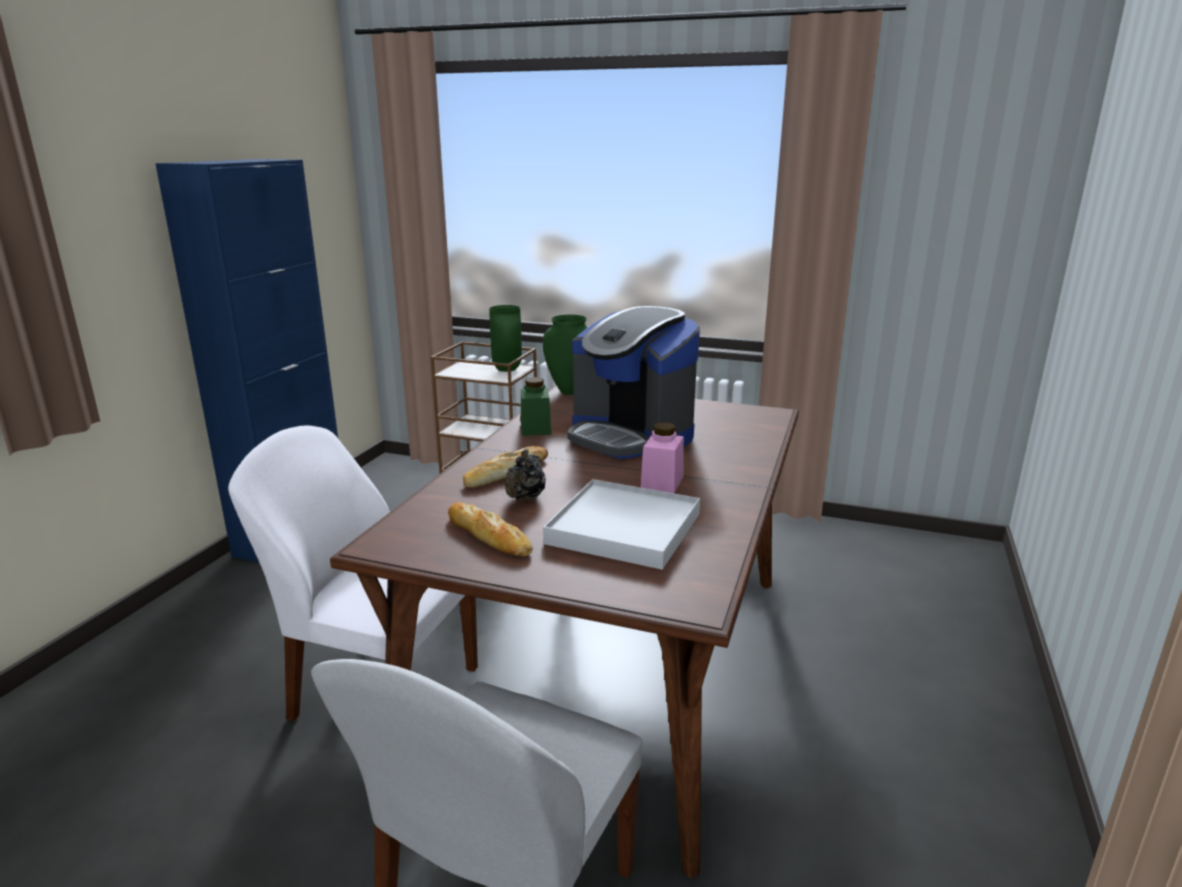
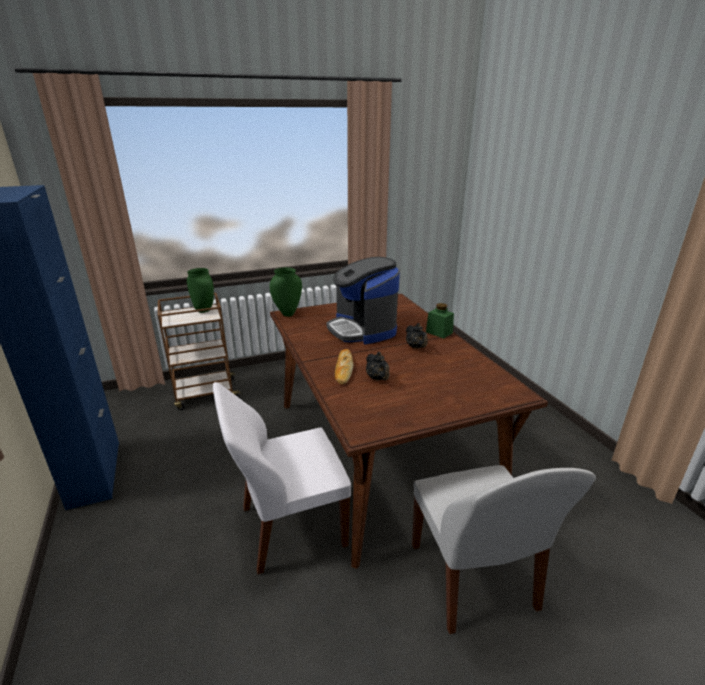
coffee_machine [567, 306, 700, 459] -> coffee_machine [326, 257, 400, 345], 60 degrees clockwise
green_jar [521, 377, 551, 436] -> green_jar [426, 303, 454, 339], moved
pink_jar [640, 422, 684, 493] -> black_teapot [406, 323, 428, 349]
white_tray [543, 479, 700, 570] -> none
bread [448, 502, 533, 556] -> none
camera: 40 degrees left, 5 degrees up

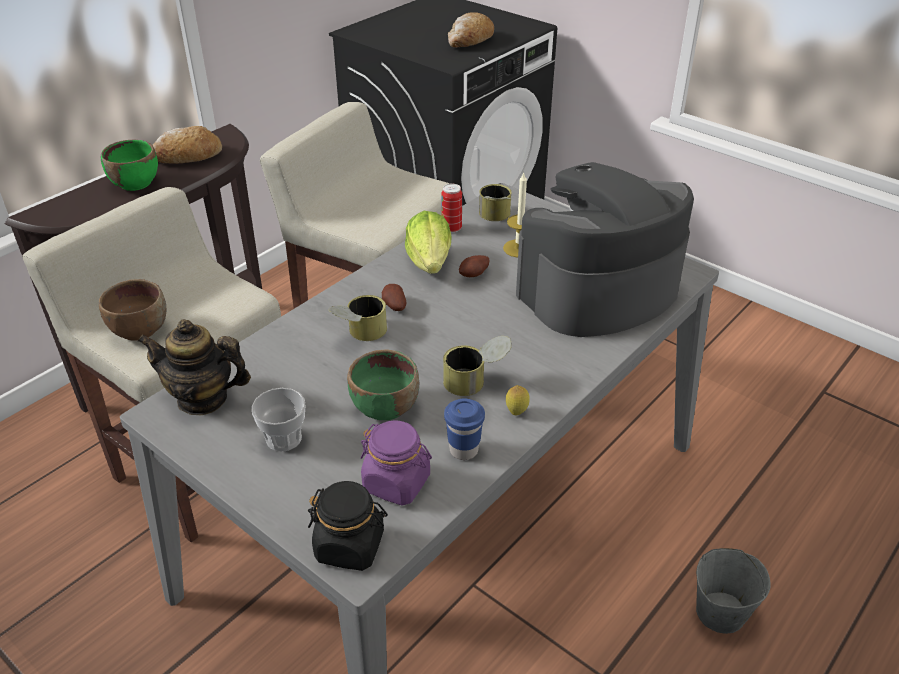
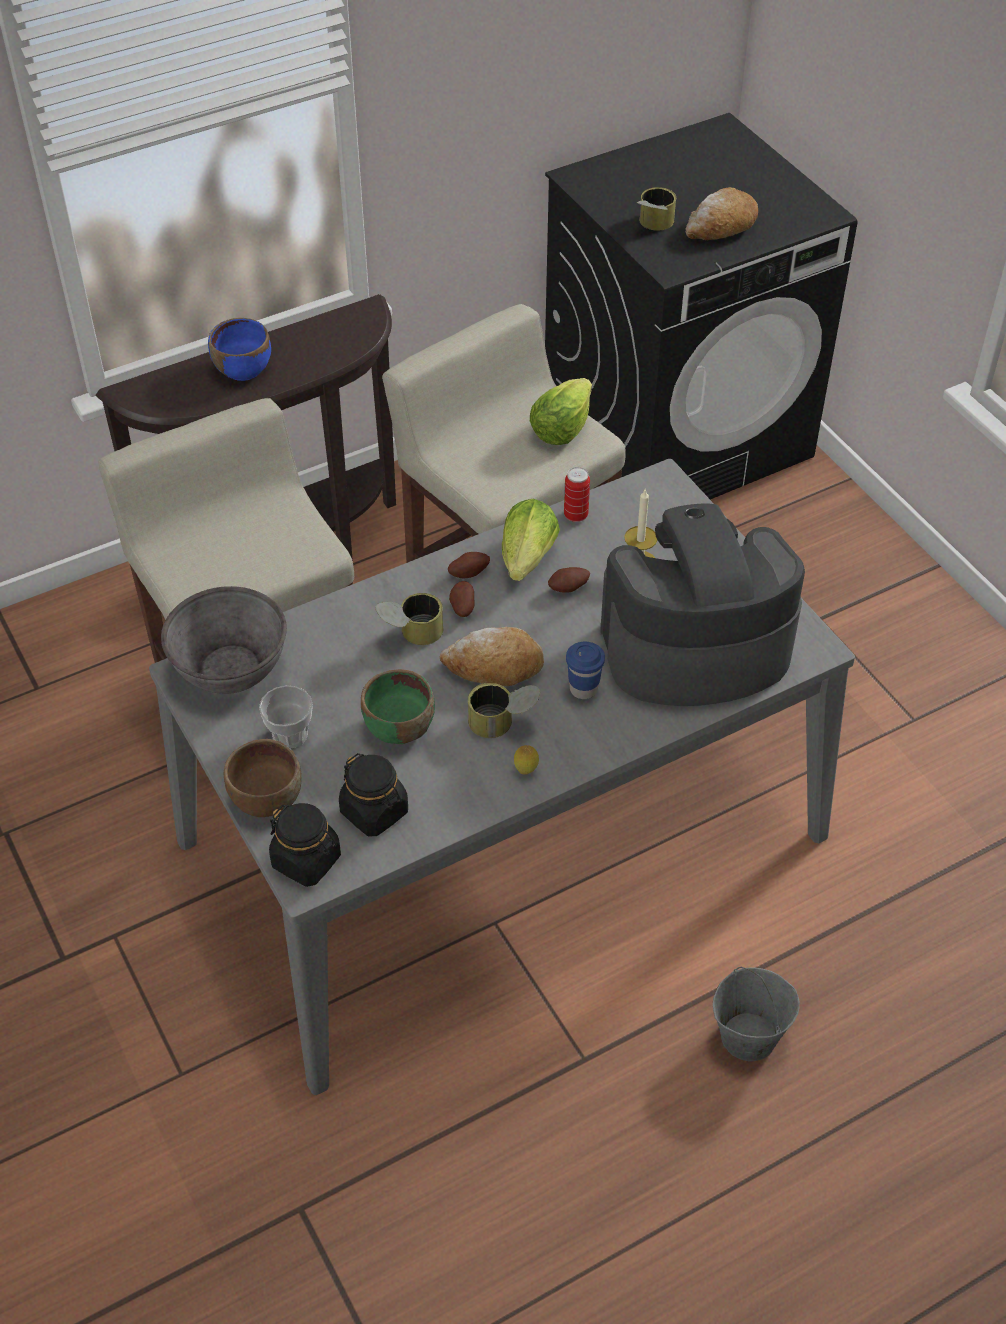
bread [153, 126, 222, 164] -> bread [439, 627, 544, 686], moved
green_bowl [101, 140, 158, 191] -> blue_bowl [208, 318, 271, 381]
can [479, 184, 512, 221] -> can [637, 187, 676, 231], moved
brown_bowl [99, 279, 166, 341] -> brown_bowl [224, 739, 302, 817], moved
teapot [137, 319, 251, 415] -> grey_bowl [161, 586, 287, 694]
blue_cup [444, 398, 485, 460] -> blue_cup [566, 642, 605, 699], moved
purple_jar [360, 421, 432, 506] -> black_jar [339, 753, 408, 836]
none -> lettuce [530, 378, 592, 445]
none -> potato [448, 552, 490, 579]
camera: 20 degrees right, 10 degrees up

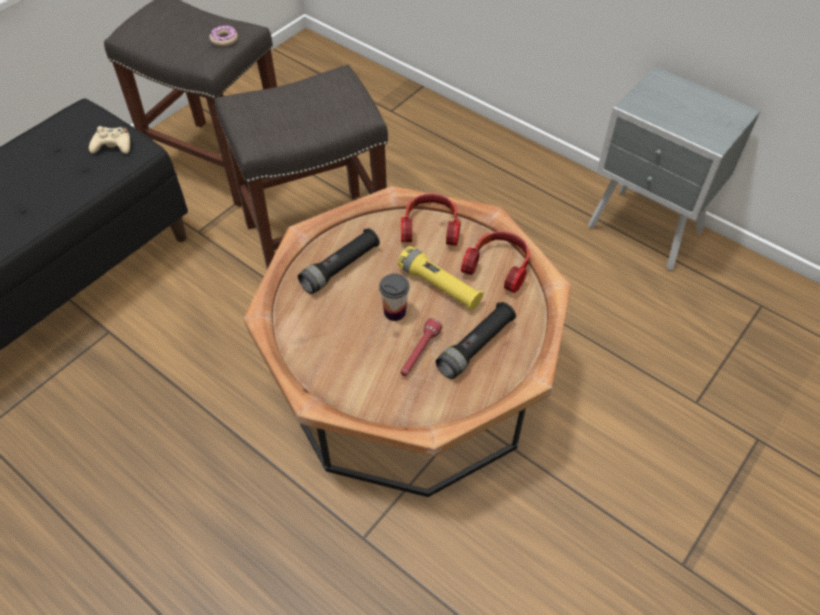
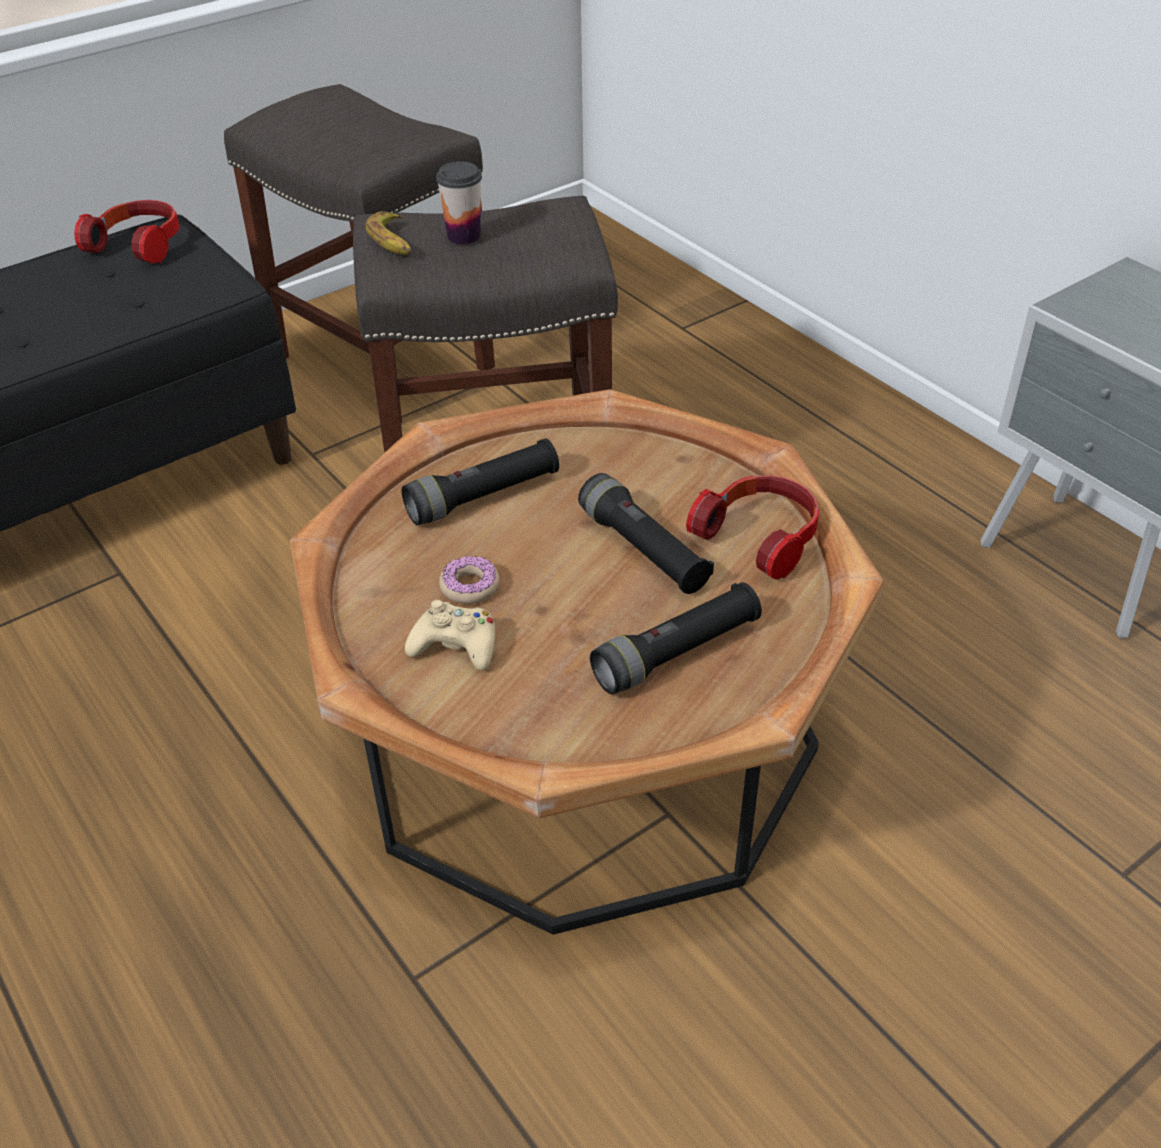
donut [210, 25, 238, 47] -> donut [439, 556, 499, 604], moved
beige_game_controller [89, 126, 130, 154] -> beige_game_controller [405, 600, 495, 670], moved
headphones [401, 193, 461, 246] -> headphones [74, 200, 179, 264], moved
yellow_flashlight [398, 246, 484, 311] -> black_flashlight [578, 473, 714, 594]
cup [379, 273, 409, 321] -> cup [436, 161, 482, 245], moved
red_flashlight [400, 318, 442, 376] -> none
none -> banana [366, 211, 412, 255]
camera: 15 degrees right, 10 degrees down

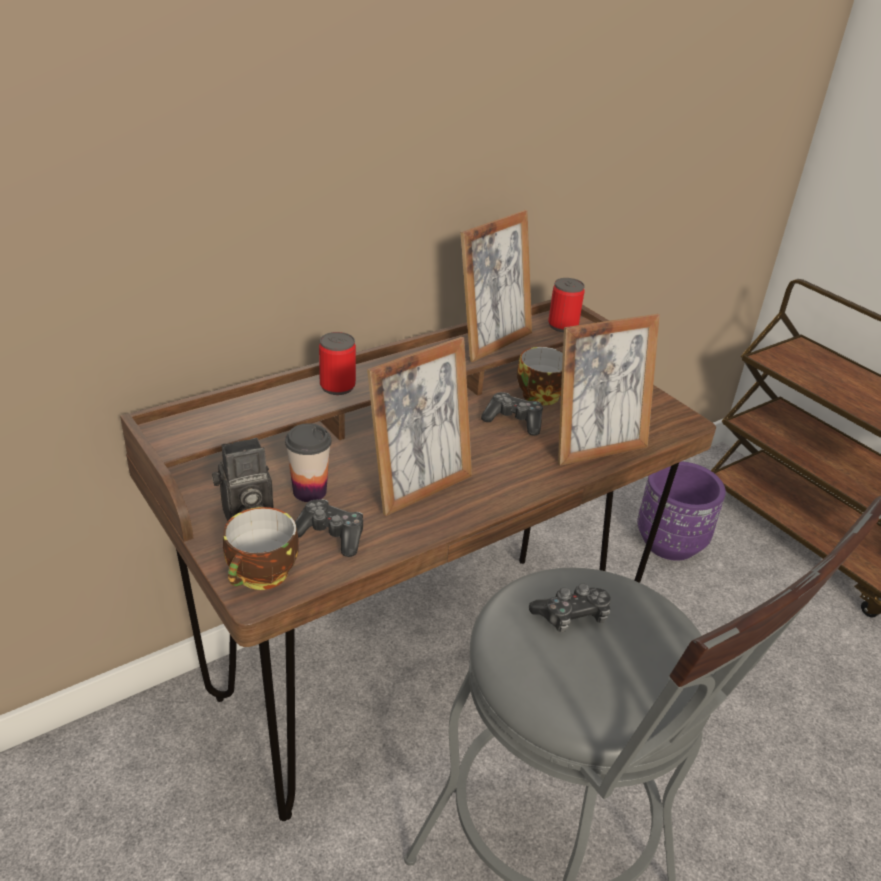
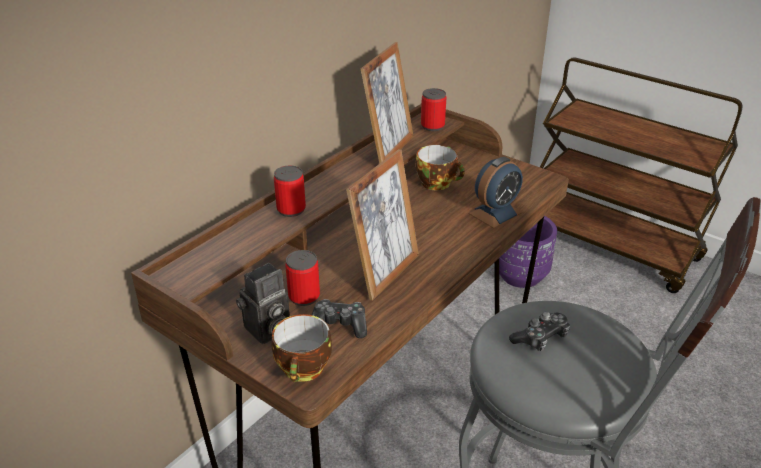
picture_frame [558, 314, 660, 466] -> alarm_clock [468, 157, 523, 228]
game_controller [481, 392, 543, 436] -> none
cup [285, 423, 332, 502] -> can [285, 250, 320, 306]
camera: 15 degrees left, 0 degrees up

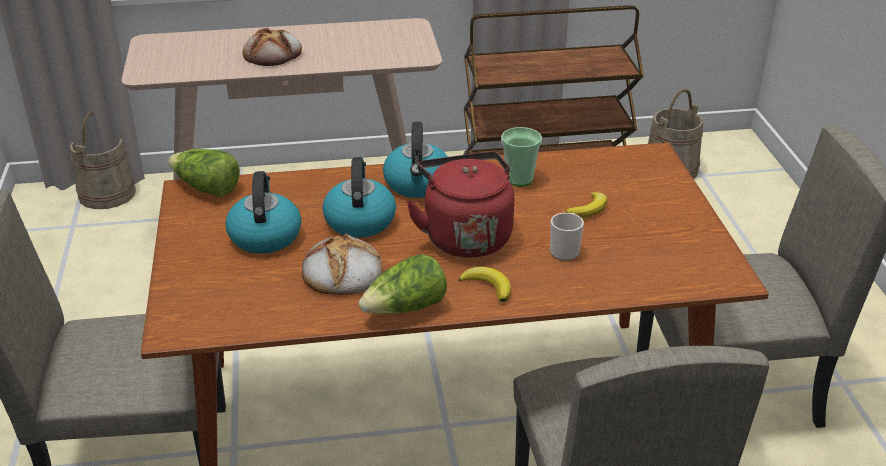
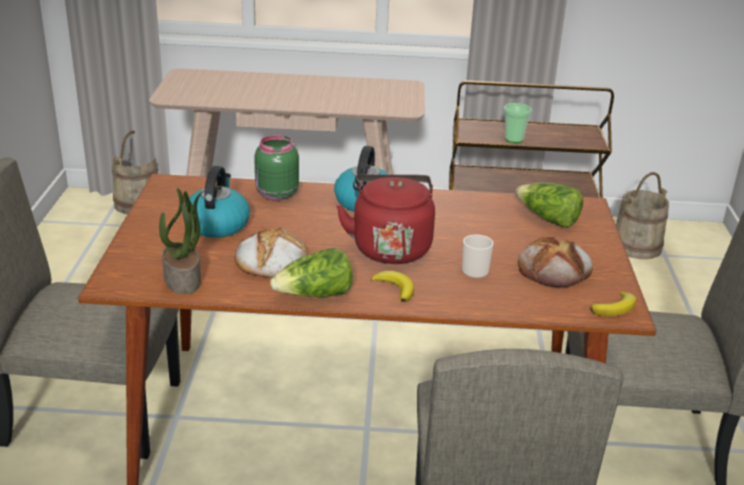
bread [243, 28, 302, 66] -> bread [518, 237, 593, 288], moved
cup [501, 127, 542, 187] -> cup [504, 103, 532, 143], moved
lettuce [168, 149, 240, 197] -> lettuce [516, 183, 583, 228], moved
kettle [322, 157, 396, 238] -> none
banana [565, 192, 607, 218] -> banana [591, 292, 636, 316], moved
none -> green_jar [254, 135, 299, 201]
none -> potted_plant [159, 188, 205, 294]
camera: 10 degrees right, 5 degrees down

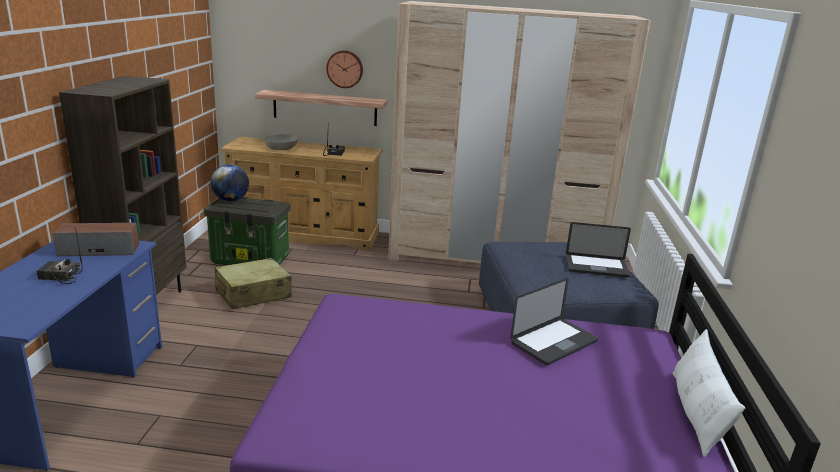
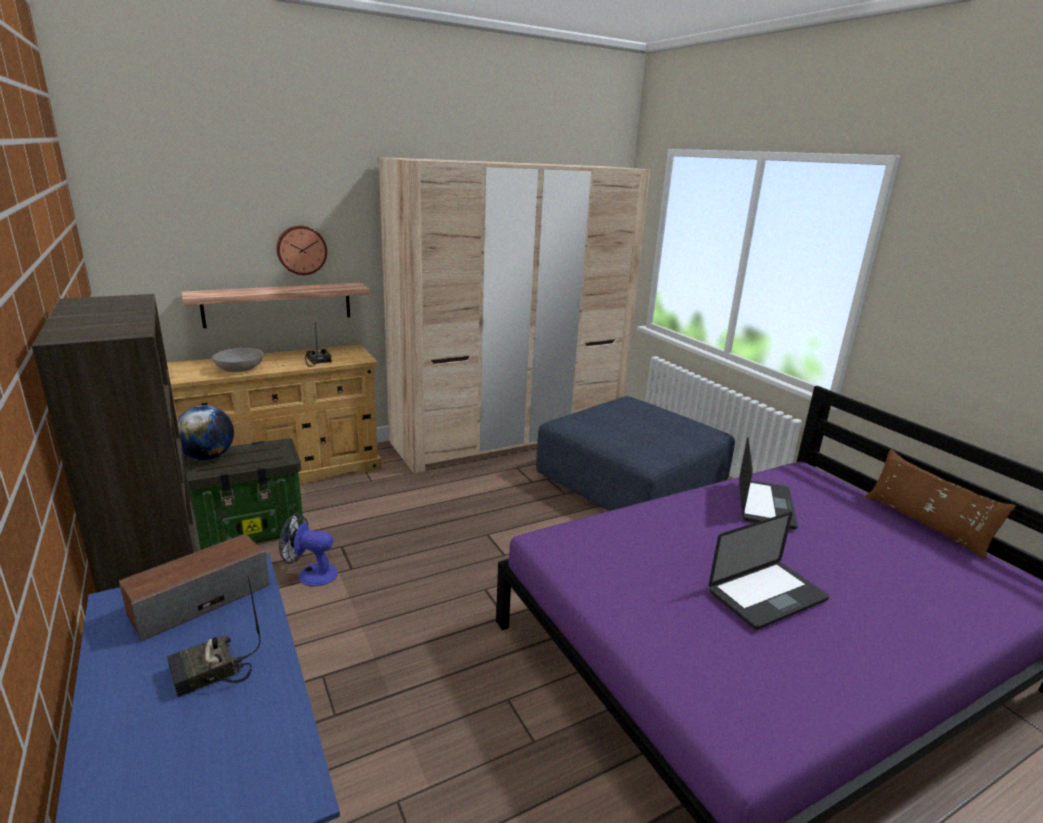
laptop [566, 222, 631, 278] -> laptop [709, 512, 829, 630], moved
beige_suitcase [214, 258, 292, 310] -> fan [279, 513, 338, 586]
white_pillow [672, 329, 746, 457] -> brown_pillow [865, 449, 1016, 560]
camera: 35 degrees left, 0 degrees up

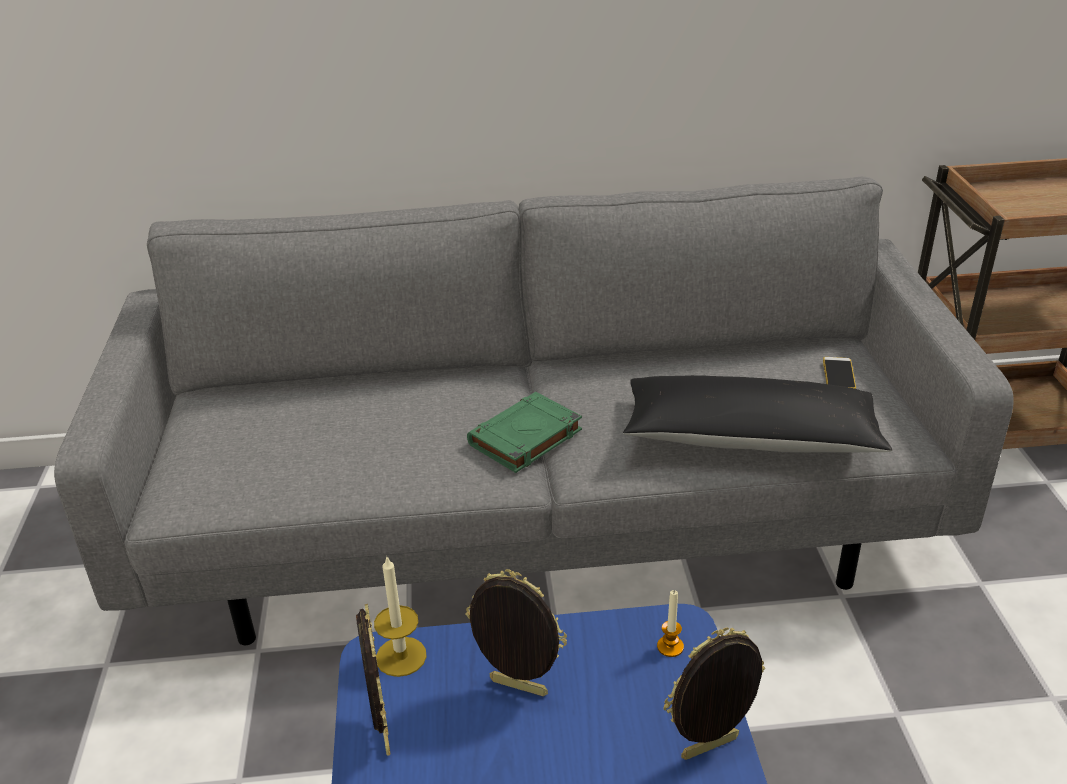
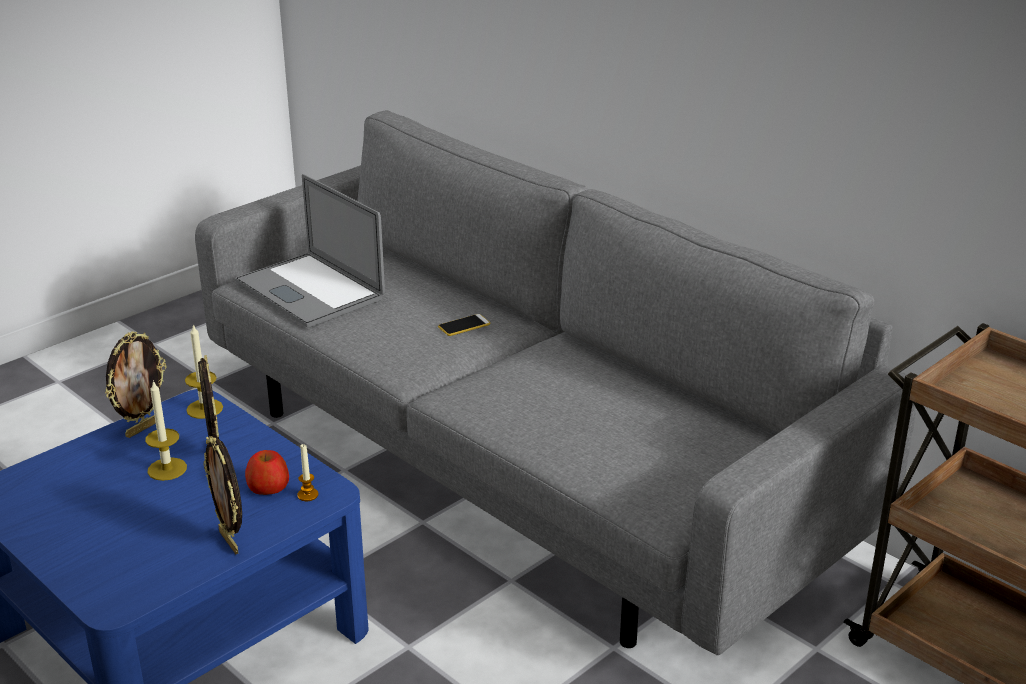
phone [823, 357, 856, 389] -> phone [438, 314, 490, 336], moved
black_pillow [623, 375, 892, 453] -> none
green_book [467, 392, 582, 473] -> none
picture_frame [664, 627, 765, 760] -> picture_frame [203, 436, 242, 554], 150 degrees counterclockwise
none -> laptop [235, 174, 385, 328]
none -> candle [145, 380, 187, 481]
none -> apple [245, 450, 289, 495]
camera: 50 degrees right, 5 degrees down

